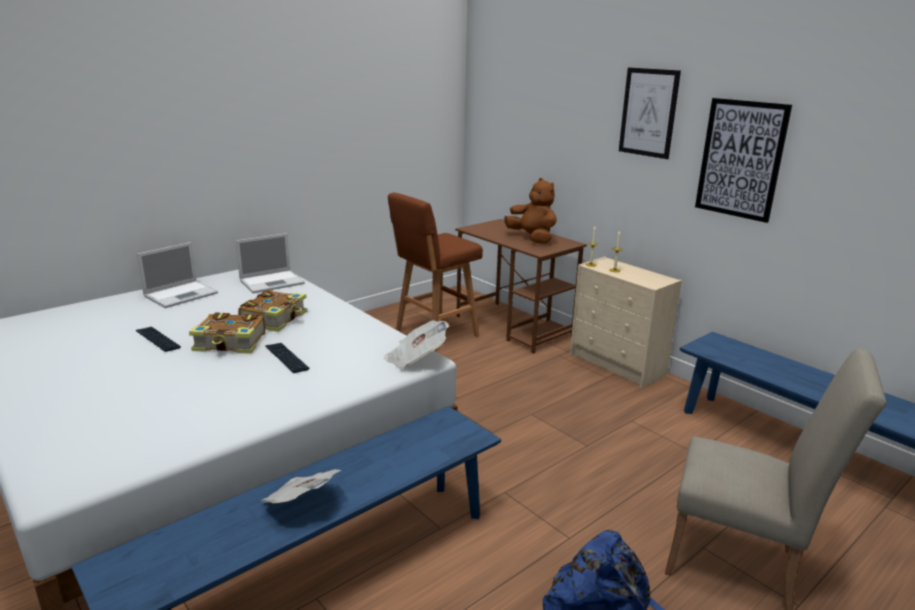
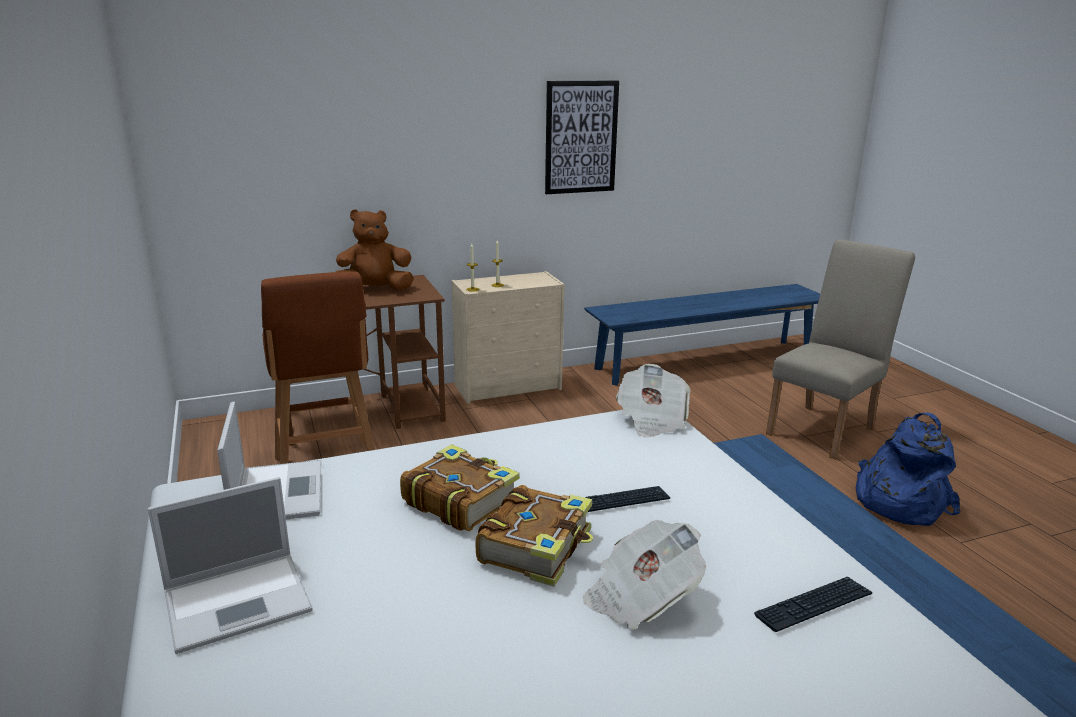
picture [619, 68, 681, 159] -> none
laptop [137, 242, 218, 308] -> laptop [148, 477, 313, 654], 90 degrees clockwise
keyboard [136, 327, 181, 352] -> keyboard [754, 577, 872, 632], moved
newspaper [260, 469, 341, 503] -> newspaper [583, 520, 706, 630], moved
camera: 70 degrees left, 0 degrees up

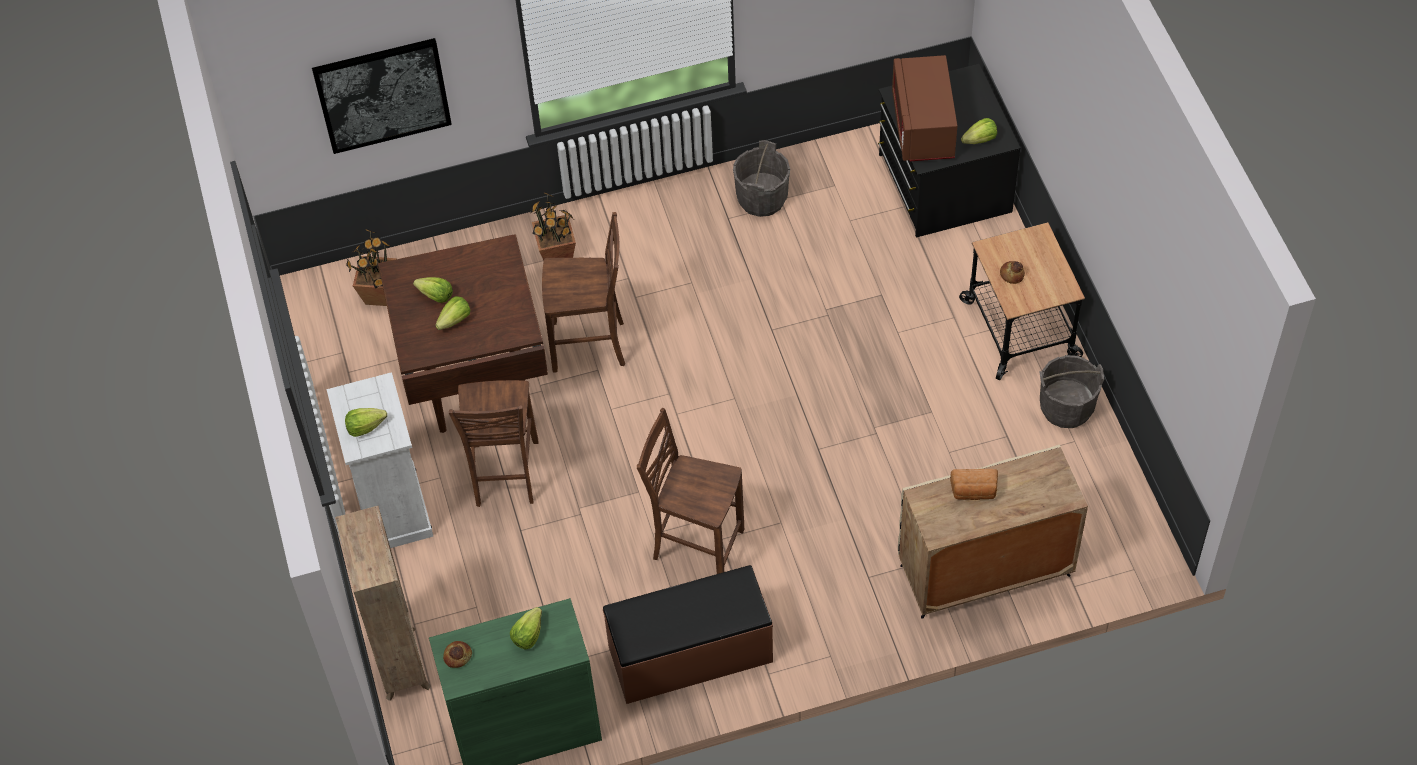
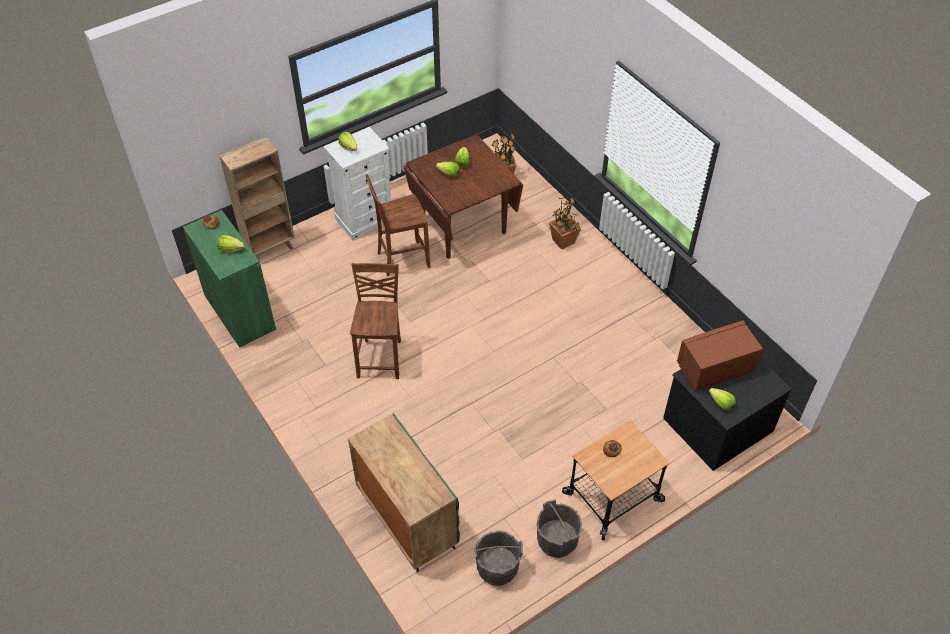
picture [312, 38, 452, 154] -> none
grey_bucket [733, 140, 790, 217] -> grey_bucket [474, 530, 523, 586], moved
brown_chair [542, 212, 625, 372] -> none
beige_cabinet [898, 444, 1088, 619] -> green_cabinet [348, 413, 460, 572]
bread [950, 469, 998, 500] -> none
brown_bench [603, 565, 773, 704] -> none
camera: 70 degrees right, 5 degrees down

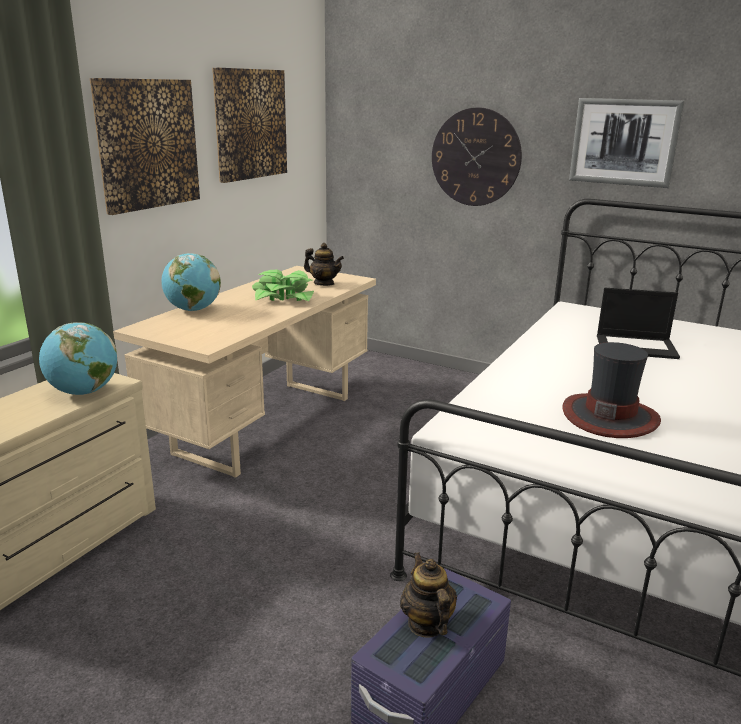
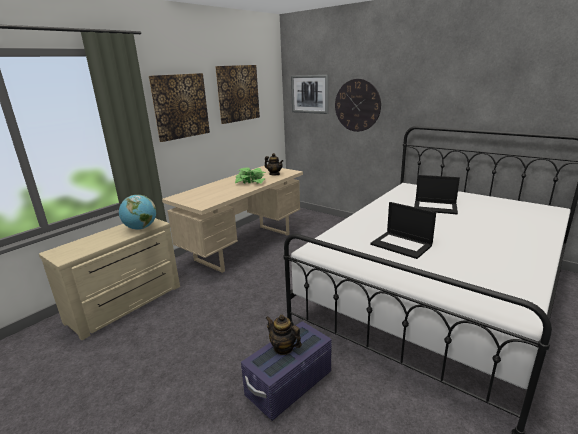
picture [569, 98, 684, 188] -> picture [291, 75, 329, 114], moved
globe [161, 253, 221, 311] -> none
hat [562, 342, 661, 438] -> laptop [370, 202, 436, 259]
teapot [400, 552, 457, 637] -> teapot [266, 315, 302, 355], 45 degrees counterclockwise
camera: 10 degrees right, 0 degrees up

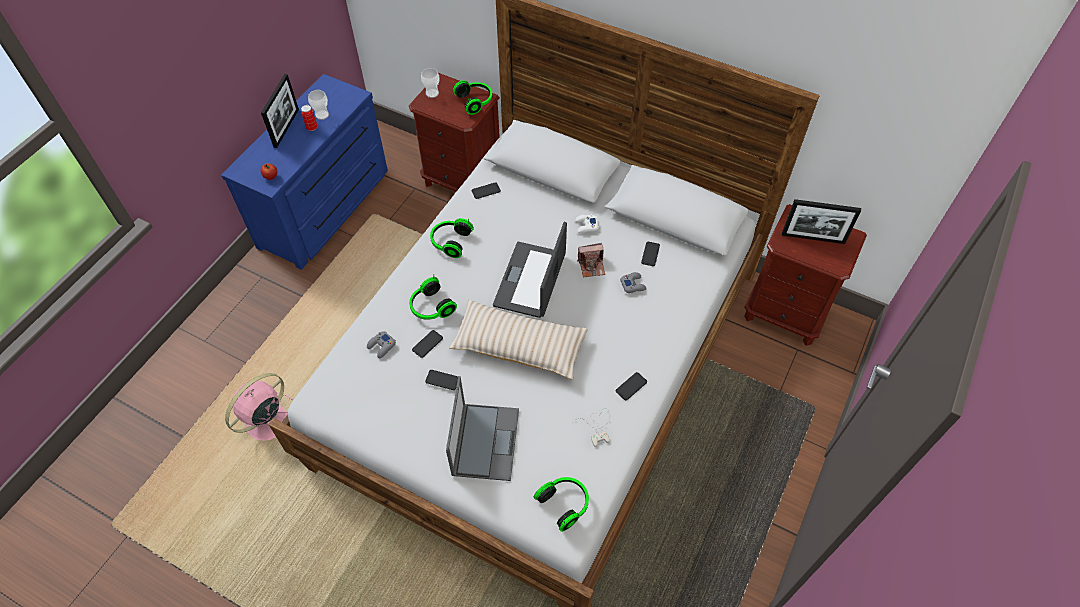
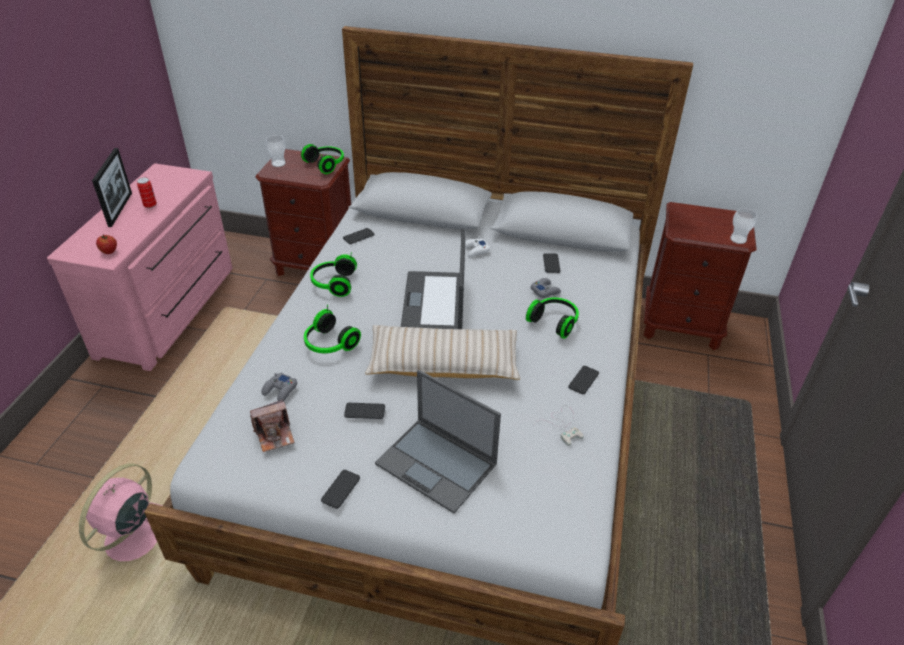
blue_dresser [221, 74, 388, 270] -> pink_dresser [47, 163, 233, 371]
cup [308, 90, 329, 120] -> cup [730, 208, 757, 244], moved
picture_frame [782, 199, 861, 244] -> none
photo_camera [577, 243, 605, 277] -> photo_camera [250, 400, 295, 452], moved
phone [412, 330, 443, 358] -> phone [321, 470, 360, 509], moved
laptop [446, 376, 519, 481] -> laptop [375, 370, 501, 514], 135 degrees clockwise
headphones [534, 477, 589, 532] -> headphones [526, 298, 579, 339], moved
camera: 15 degrees left, 15 degrees down

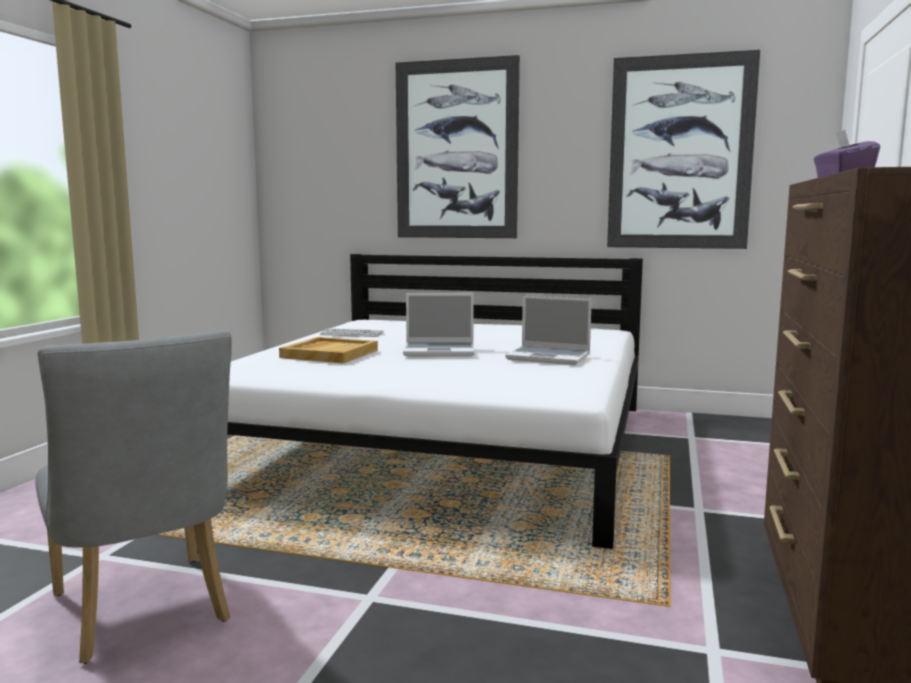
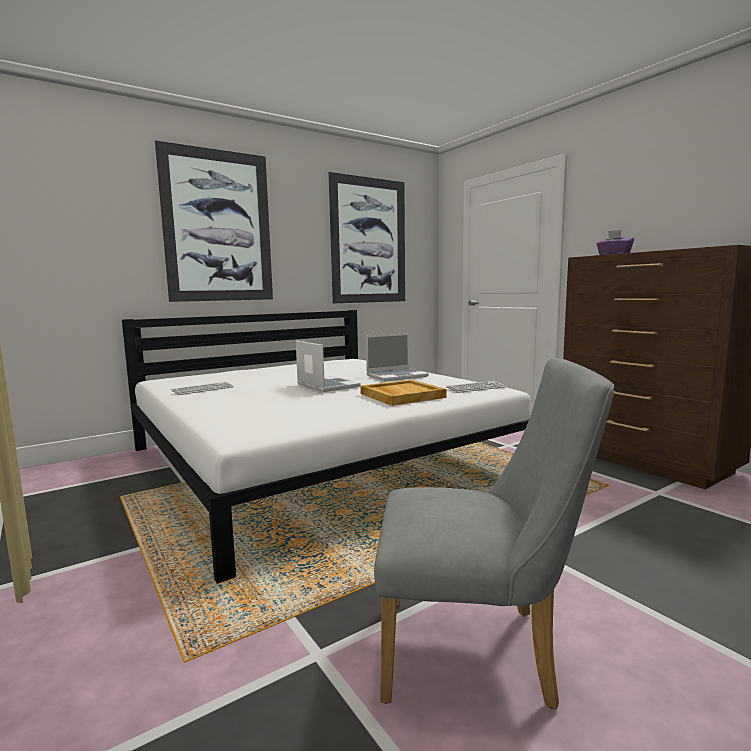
laptop [403, 293, 475, 356] -> laptop [296, 341, 361, 392], 75 degrees counterclockwise
beige_tray [279, 337, 378, 363] -> beige_tray [360, 379, 447, 406], moved
none -> keyboard [446, 381, 506, 393]
camera: 50 degrees left, 0 degrees up

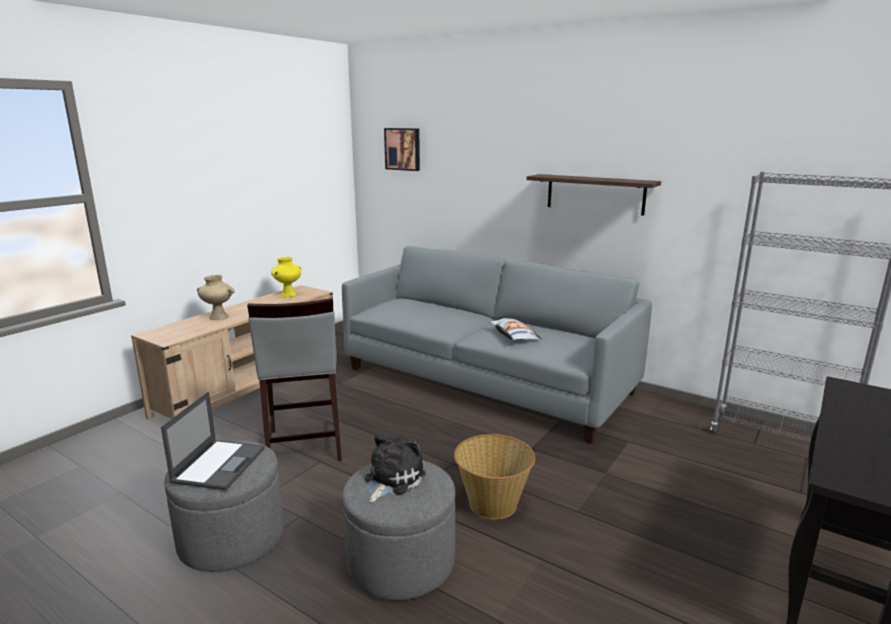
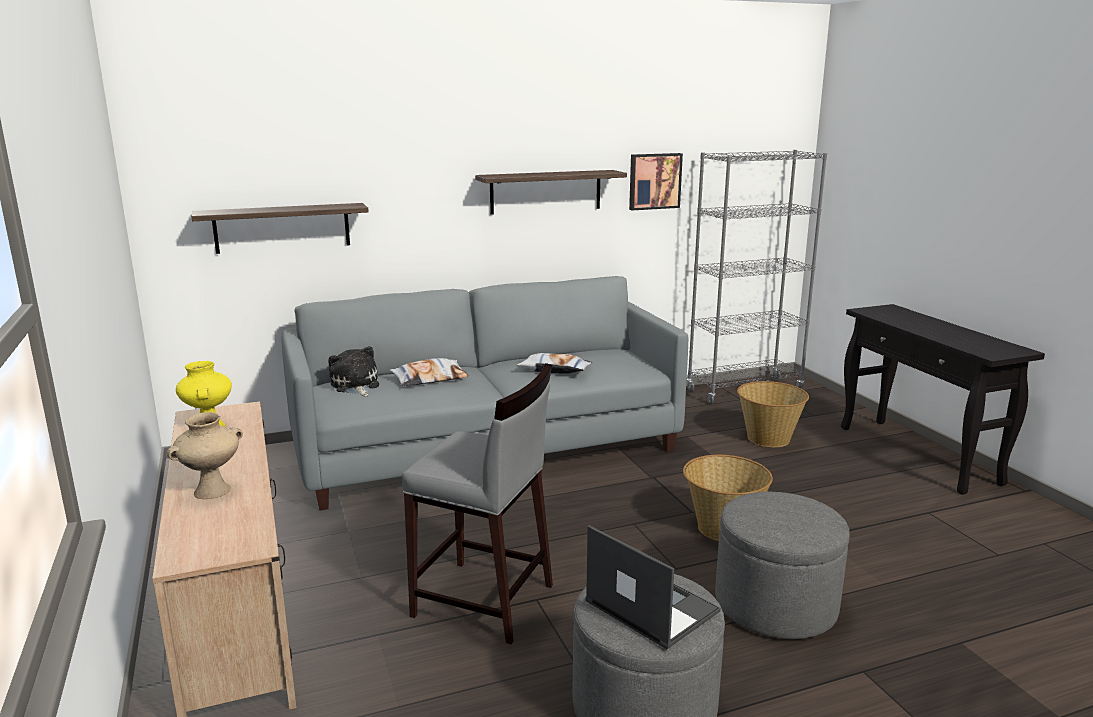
picture [384, 128, 420, 171] -> picture [629, 153, 683, 210], moved
plush_toy [365, 435, 426, 503] -> plush_toy [328, 346, 379, 396], moved
none -> shelf [191, 203, 369, 254]
none -> pillow [390, 358, 469, 386]
none -> basket [737, 381, 809, 447]
camera: 55 degrees left, 0 degrees up

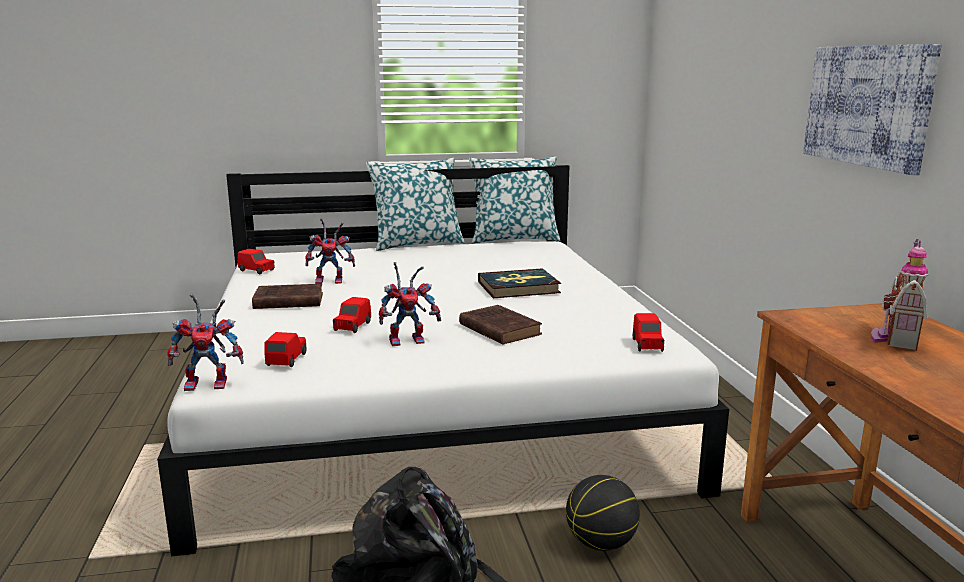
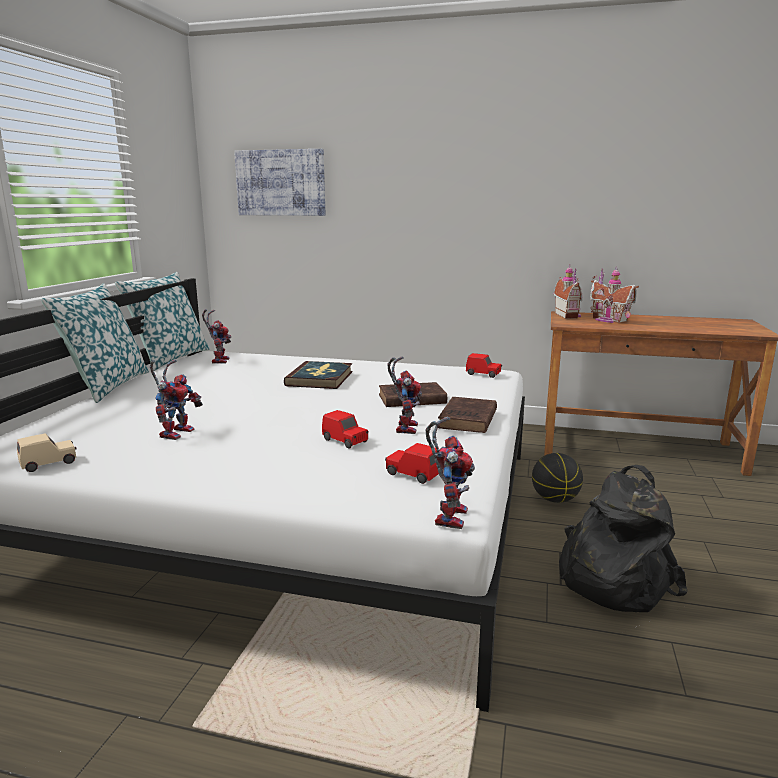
picture [803, 44, 942, 175] -> picture [234, 149, 325, 216], moved
red_toy_car [237, 249, 275, 274] -> beige_toy_car [17, 433, 76, 472]
brown_book [252, 284, 323, 309] -> brown_book [438, 397, 497, 433], moved
none -> toy_house [553, 265, 582, 319]
none -> toy_robot [202, 309, 231, 364]
camera: 65 degrees left, 0 degrees up

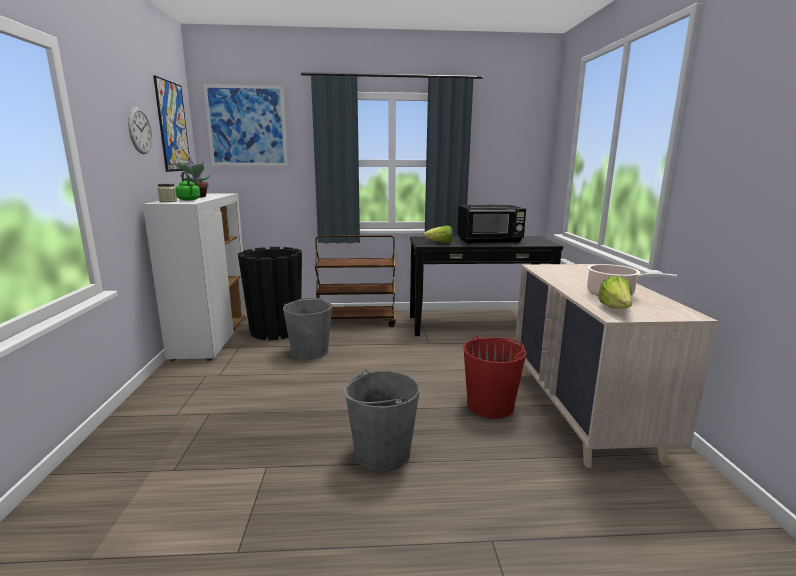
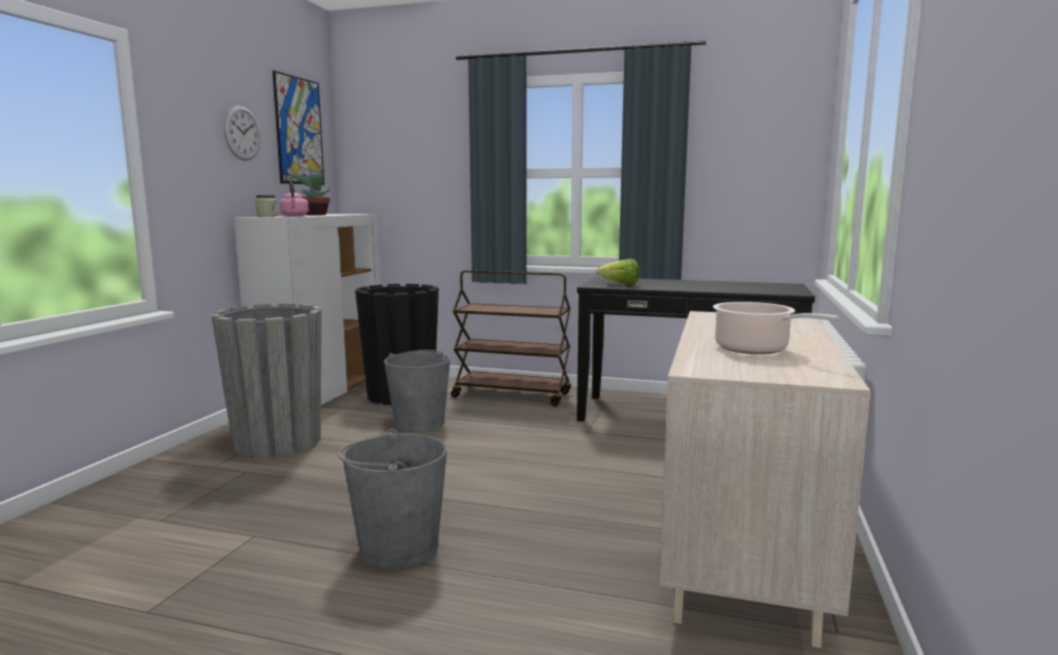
picture [203, 84, 288, 166] -> none
green_kettle [176, 172, 201, 200] -> pink_kettle [279, 181, 309, 216]
black_microwave [457, 205, 526, 244] -> none
lettuce [598, 276, 632, 309] -> none
red_bucket [463, 336, 526, 418] -> none
none -> grey_planter [211, 303, 322, 458]
camera: 20 degrees right, 5 degrees down

